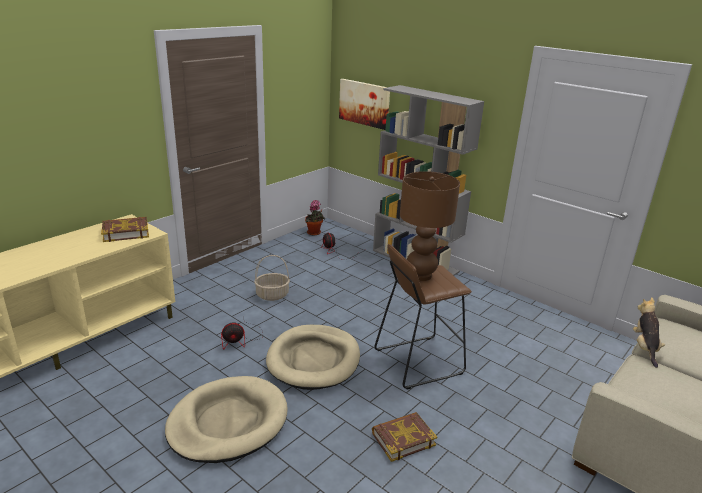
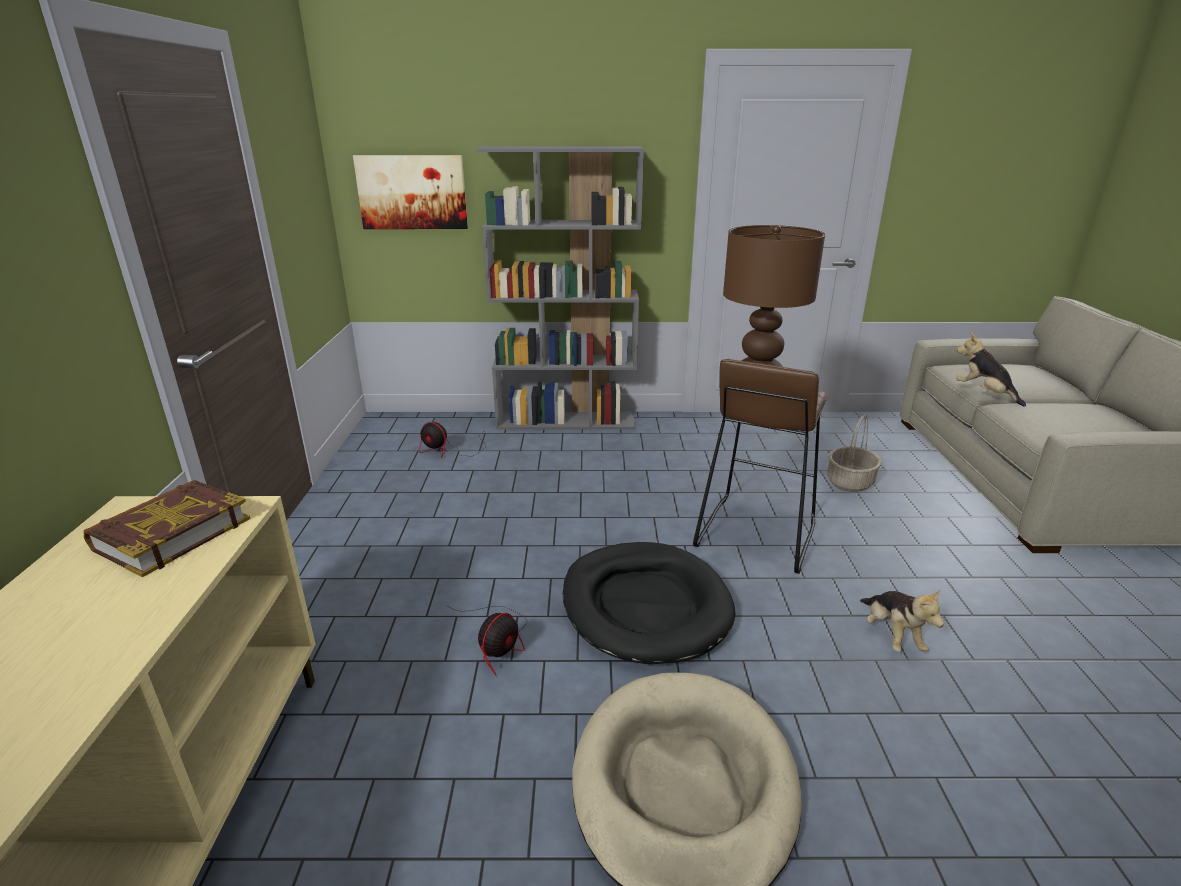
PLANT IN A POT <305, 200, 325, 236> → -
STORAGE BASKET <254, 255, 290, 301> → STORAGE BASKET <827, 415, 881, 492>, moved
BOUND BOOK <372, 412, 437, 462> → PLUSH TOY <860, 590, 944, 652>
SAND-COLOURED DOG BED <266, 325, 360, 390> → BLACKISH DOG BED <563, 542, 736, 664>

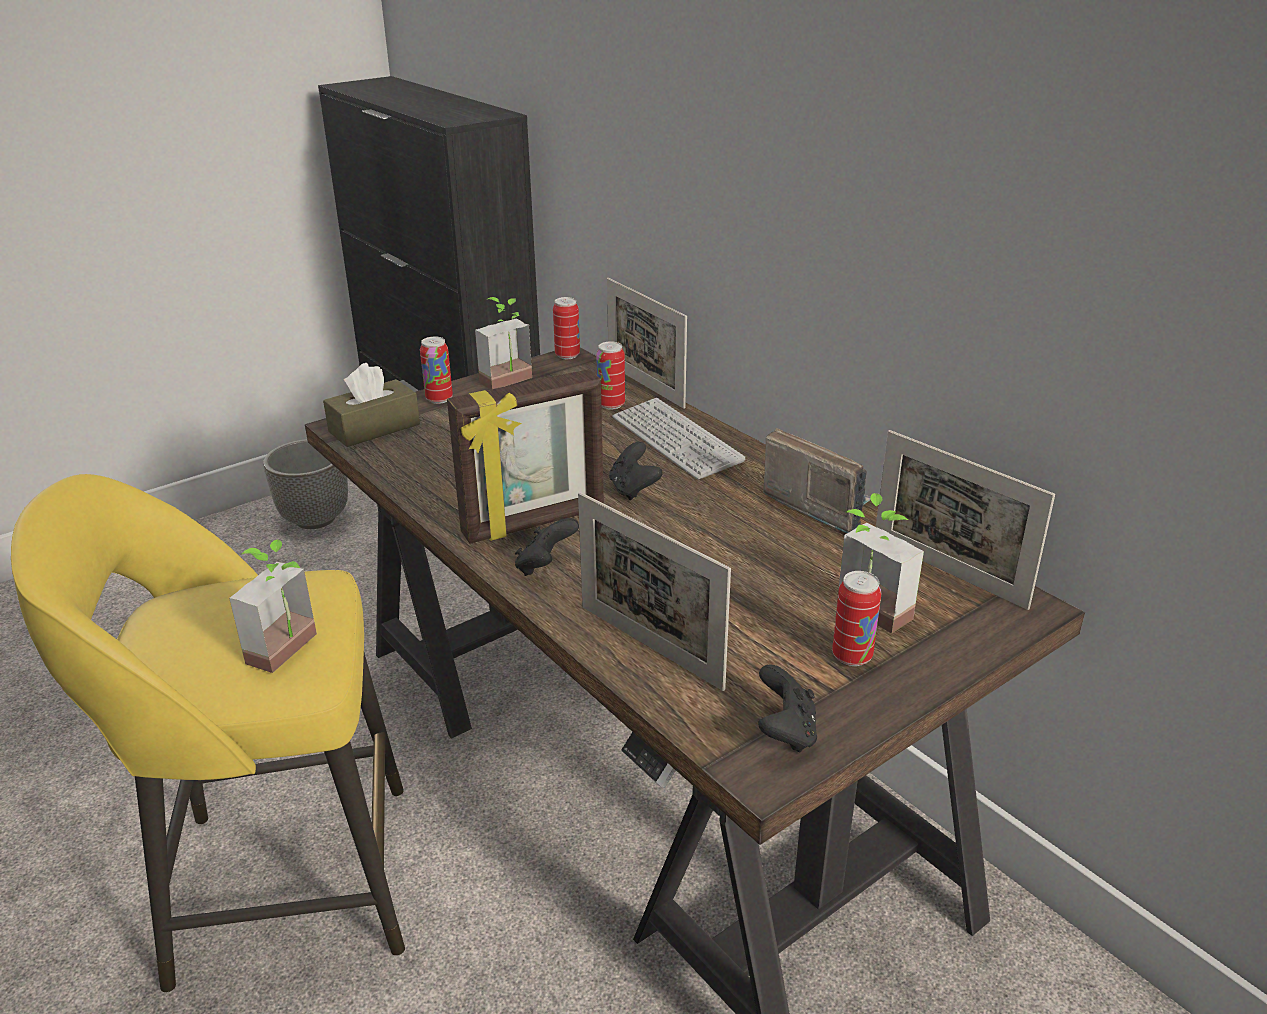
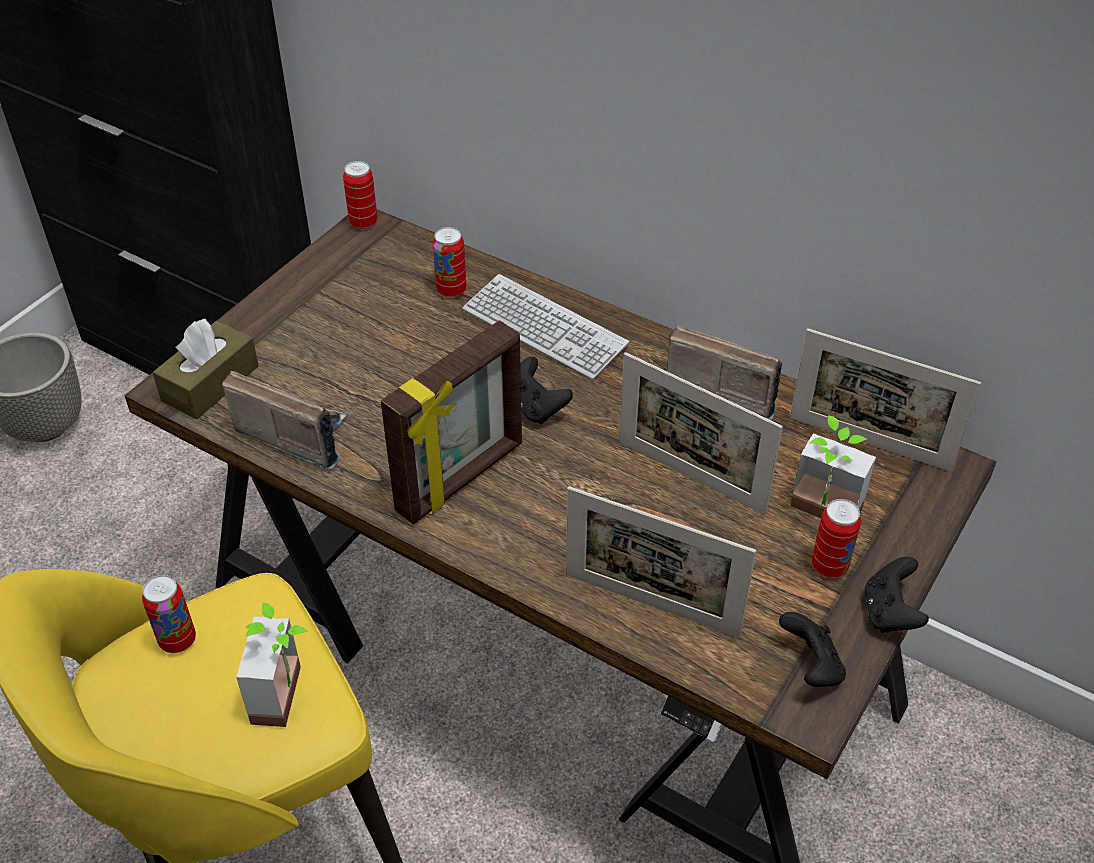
PLANT IN A POT <475, 297, 532, 389> → -
- → RADIO <222, 371, 347, 470>
METAL CAN <420, 337, 453, 404> → METAL CAN <142, 575, 196, 653>, moved
BLACKISH GAME CONTROLLER <515, 518, 579, 576> → BLACKISH GAME CONTROLLER <864, 557, 929, 633>, moved
STANDING FRAME <607, 278, 687, 409> → STANDING FRAME <619, 352, 783, 515>, moved

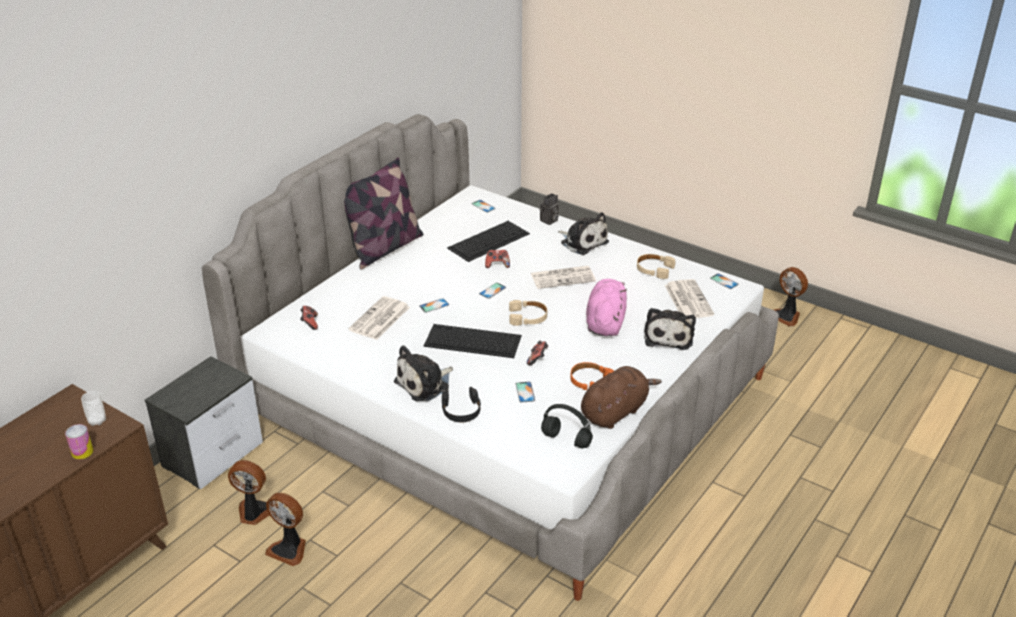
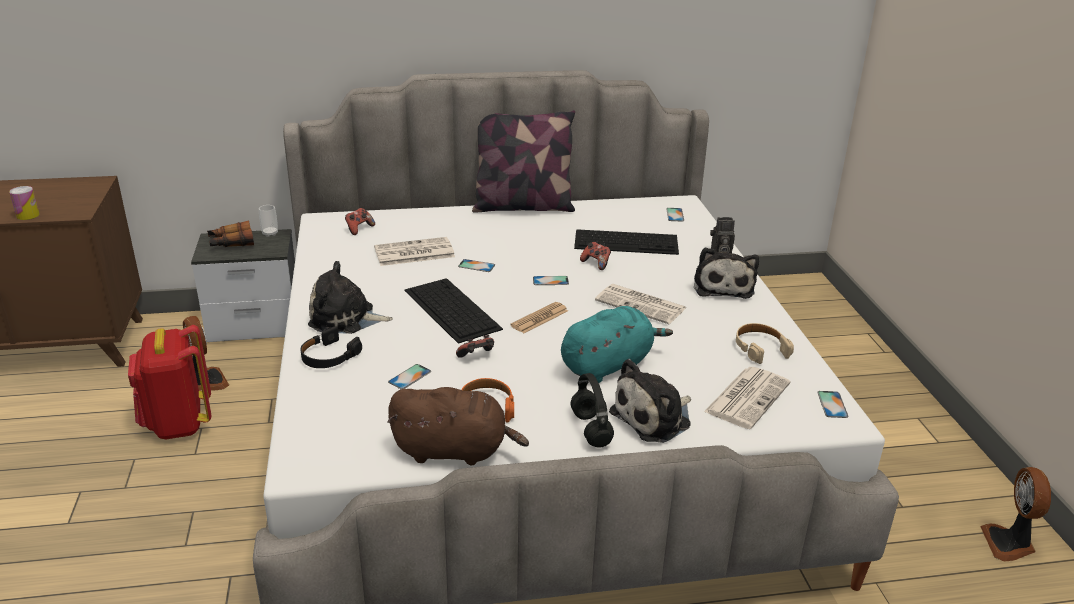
- → BINOCULARS <207, 221, 254, 247>
CUP <81, 391, 106, 426> → CUP <259, 205, 278, 237>, moved
BLACKISH HEADPHONES <541, 404, 593, 448> → BLACKISH HEADPHONES <571, 373, 614, 448>, moved
COOLING FAN <265, 493, 306, 566> → RED-COLOURED KNAPSACK <128, 325, 211, 439>
SAND-COLOURED HEADPHONES <509, 300, 547, 326> → DAILY PAPER <510, 302, 568, 333>
PINKISH PLUSH TOY <586, 279, 627, 336> → TURQUOISE PLUSH TOY <561, 306, 673, 383>

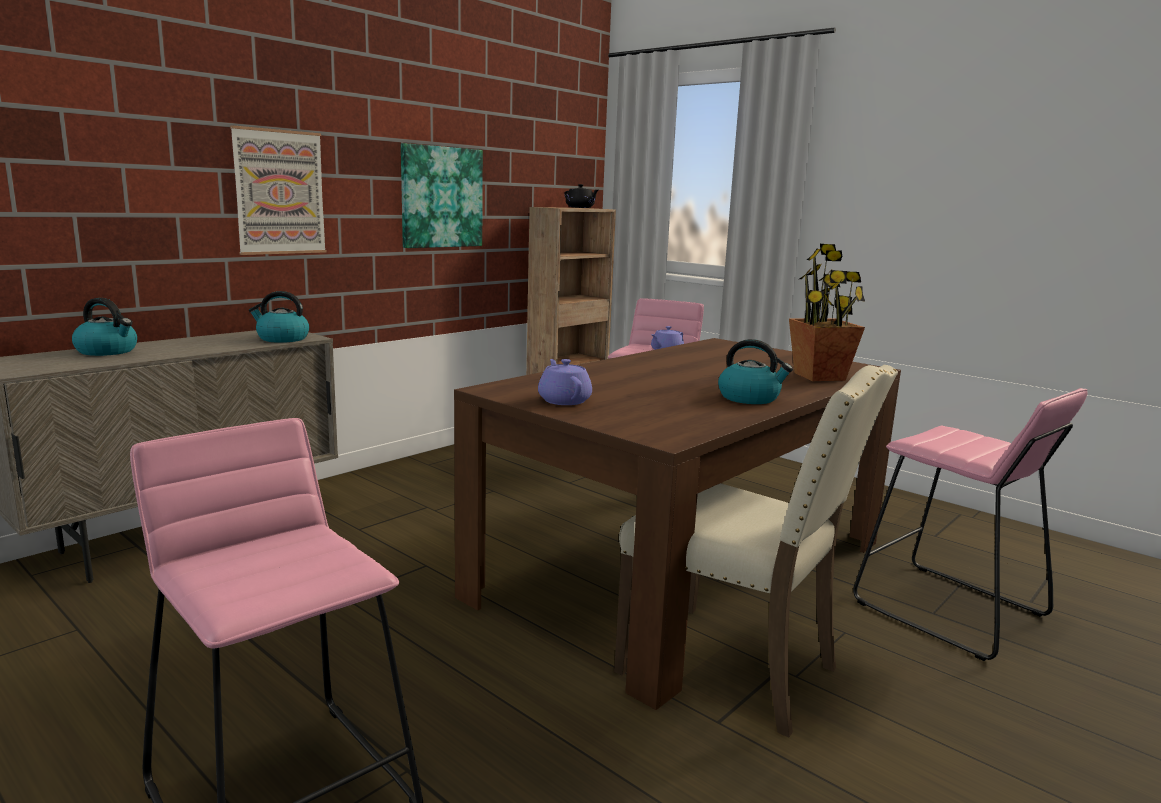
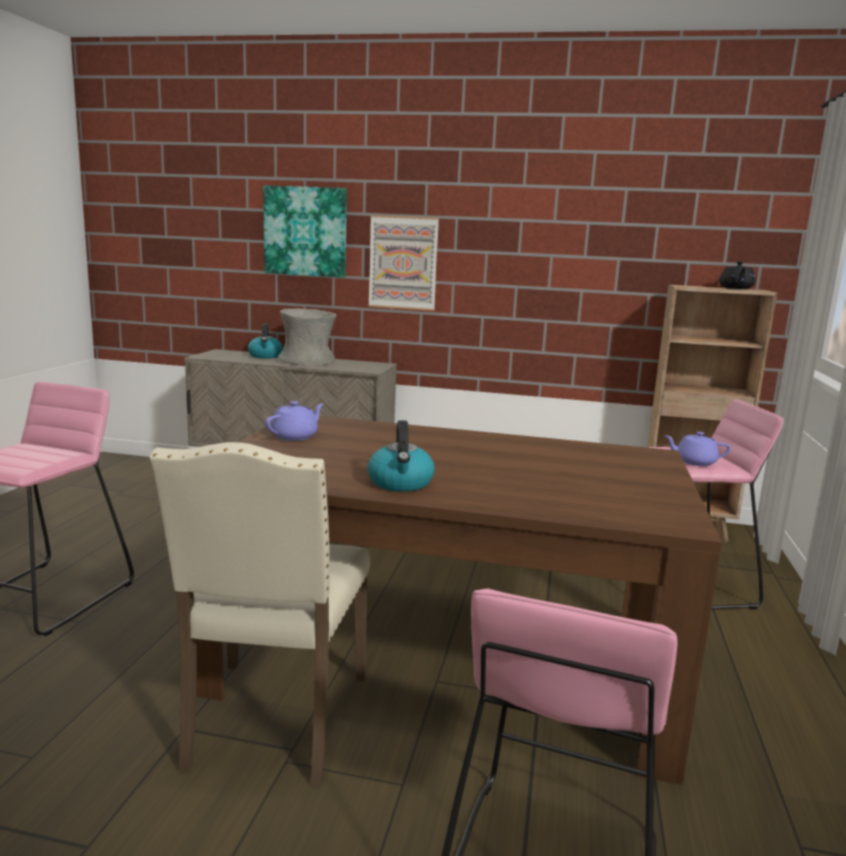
WATER KETTLE <249, 291, 309, 343> → -
PLANT IN A POT <789, 244, 865, 381> → -
- → GREYISH VASE <278, 308, 337, 366>
WALL PICTURE <401, 143, 483, 248> → WALL PICTURE <263, 185, 347, 278>, moved

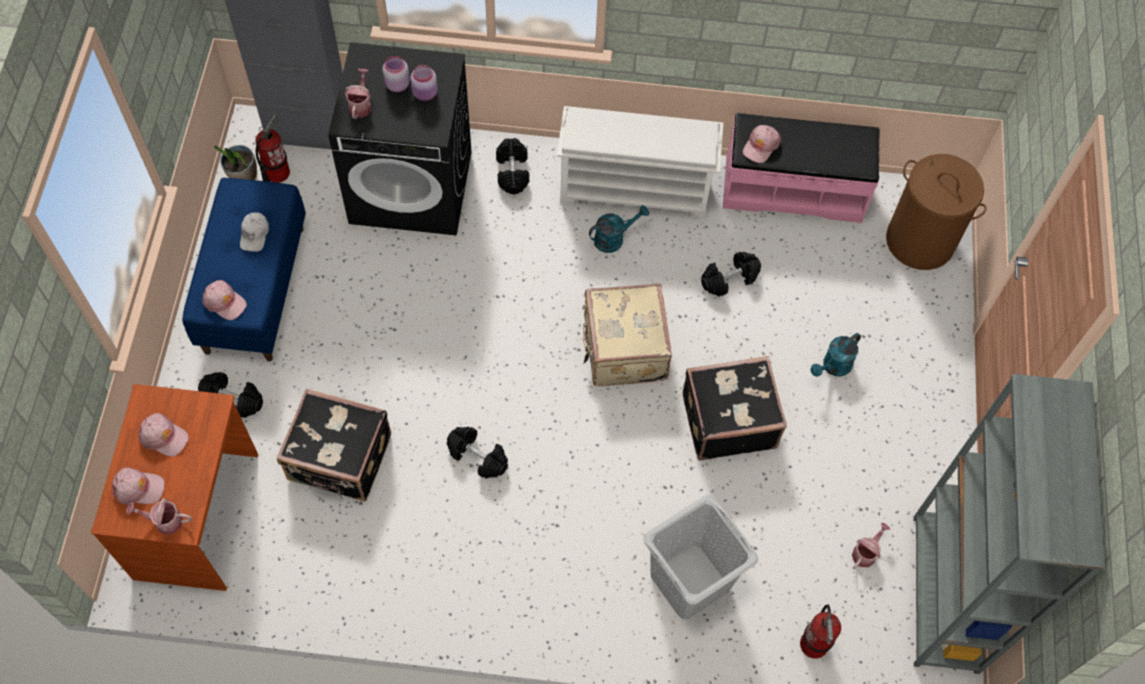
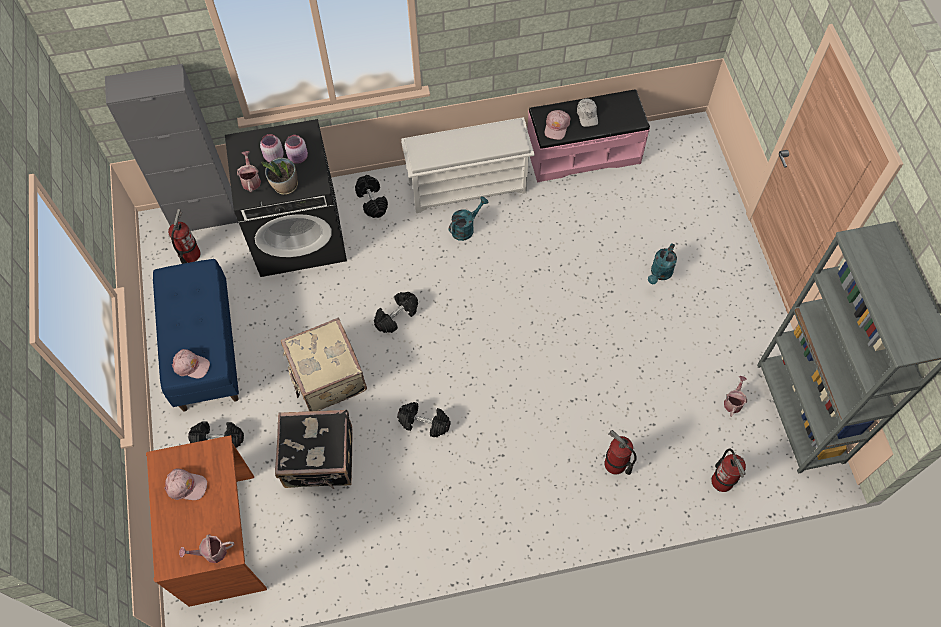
PINKISH BASEBALL CAP <112, 468, 165, 505> → -
BLACKISH SUITCASE <683, 356, 787, 461> → -
BROWNISH LAUNDRY BASKET <886, 154, 987, 270> → -
PLANT IN A POT <214, 145, 258, 180> → PLANT IN A POT <261, 158, 298, 195>, moved
WHITISH BASEBALL CAP <240, 212, 269, 252> → WHITISH BASEBALL CAP <577, 98, 598, 127>, moved
SAND-COLOURED SUITCASE <582, 283, 672, 386> → SAND-COLOURED SUITCASE <281, 318, 367, 411>, moved
BLACKISH HAND WEIGHT <701, 252, 761, 296> → BLACKISH HAND WEIGHT <374, 292, 418, 333>, moved
GREYISH LAUNDRY BASKET <643, 495, 758, 619> → FIRE-FIGHTING CYLINDER <604, 430, 637, 475>

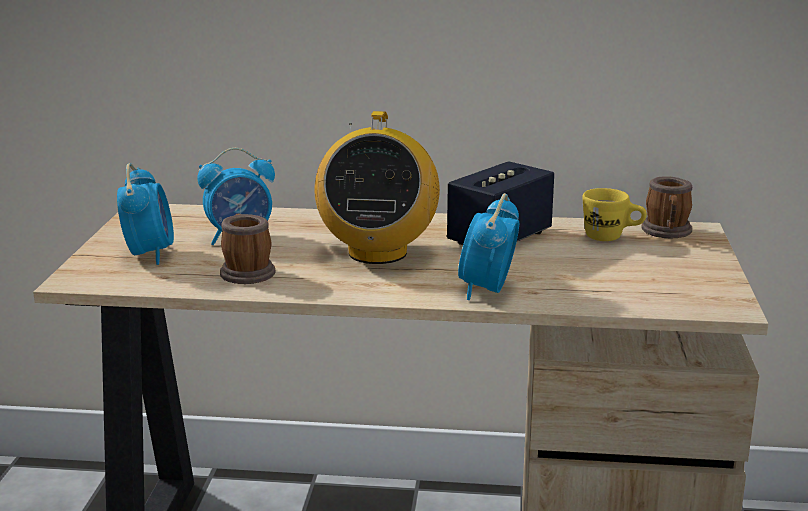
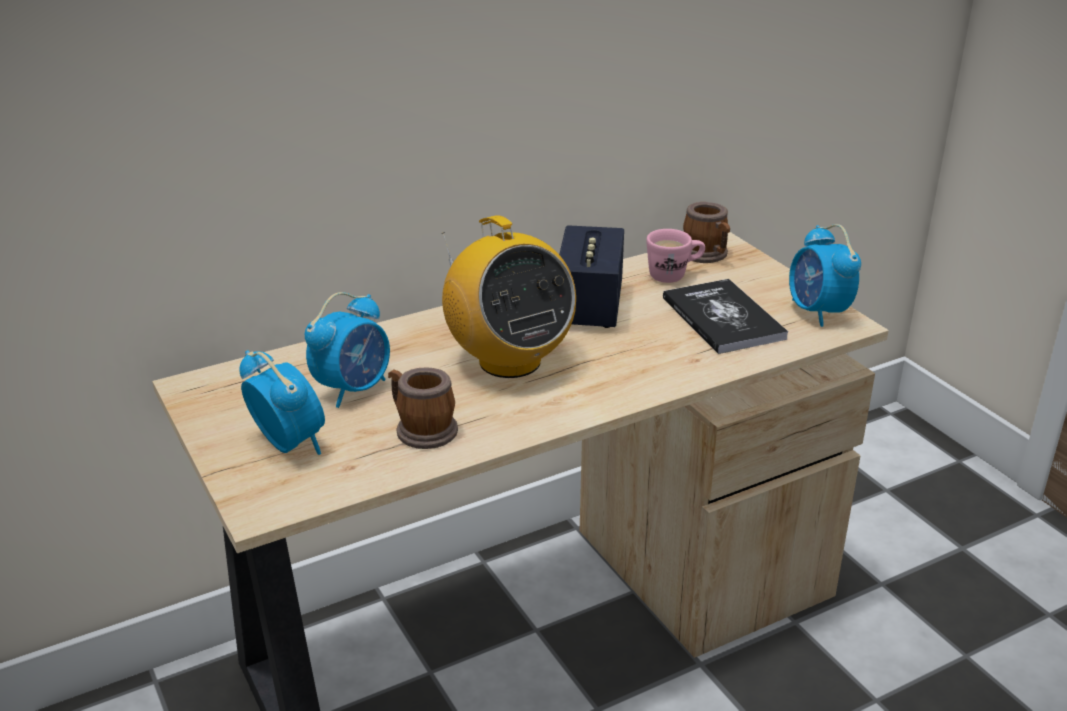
- → BOUND BOOK <663, 279, 788, 354>
ALARM CLOCK <458, 193, 519, 300> → ALARM CLOCK <789, 224, 861, 327>, moved
YELLOW TEA MUG <583, 188, 647, 241> → PINKISH TEA MUG <646, 229, 705, 283>

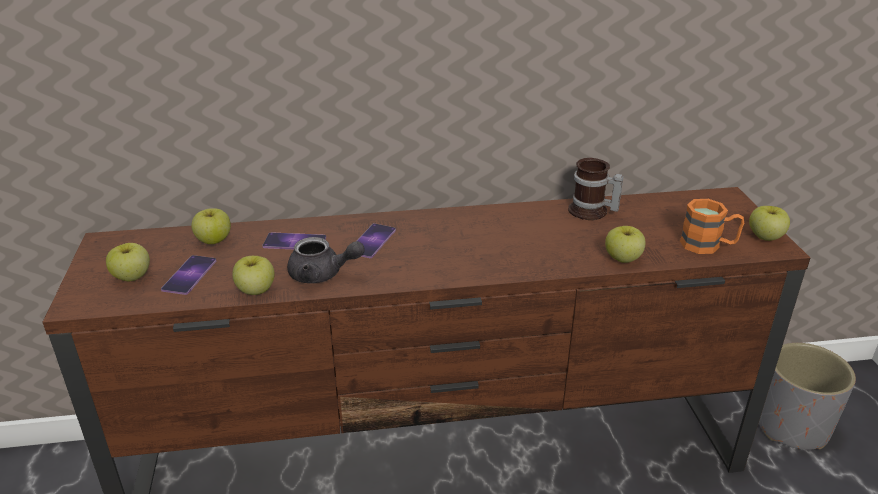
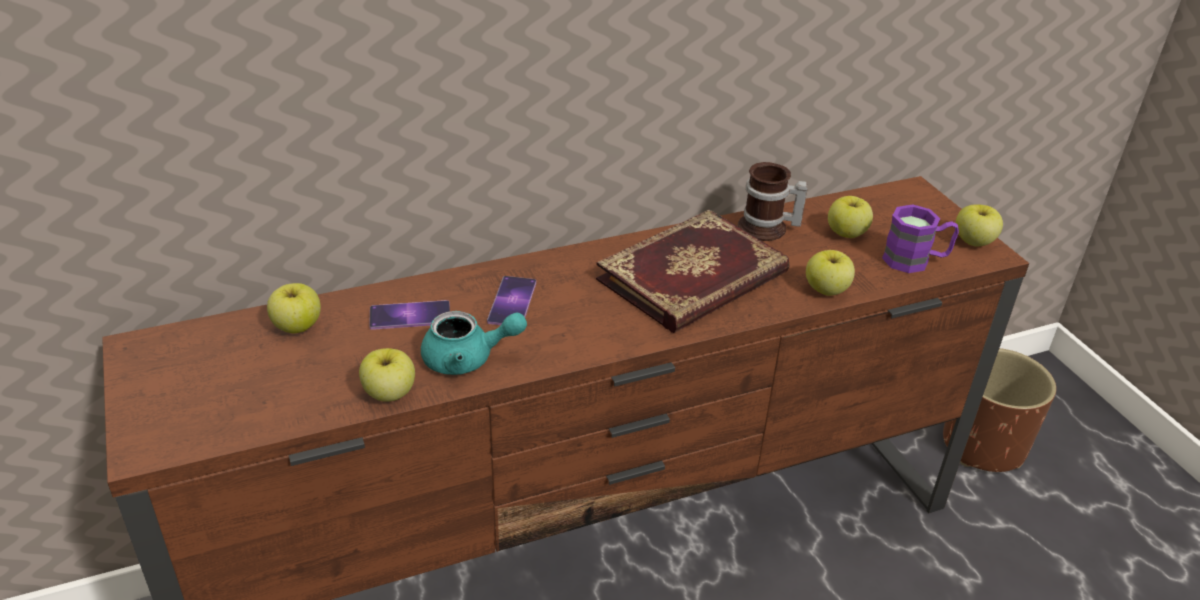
TELEPHONE <161, 255, 216, 295> → -
- → BOUND BOOK <596, 209, 790, 333>
APPLE FRUIT <106, 243, 150, 281> → APPLE FRUIT <828, 196, 873, 238>, moved
GREYISH TEA POT <287, 237, 365, 283> → TURQUOISE TEA POT <421, 311, 527, 375>
ORANGE-COLOURED TEA MUG <680, 199, 744, 254> → PURPLISH TEA MUG <882, 204, 959, 273>
GREYISH PLANT POT <759, 343, 856, 450> → BROWNISH PLANT POT <943, 348, 1056, 472>

